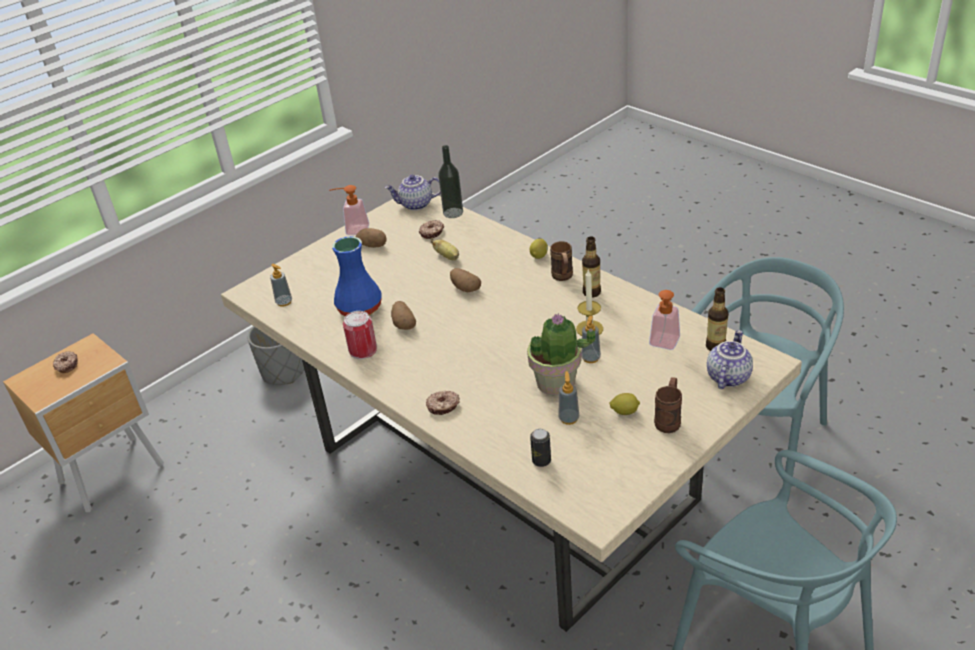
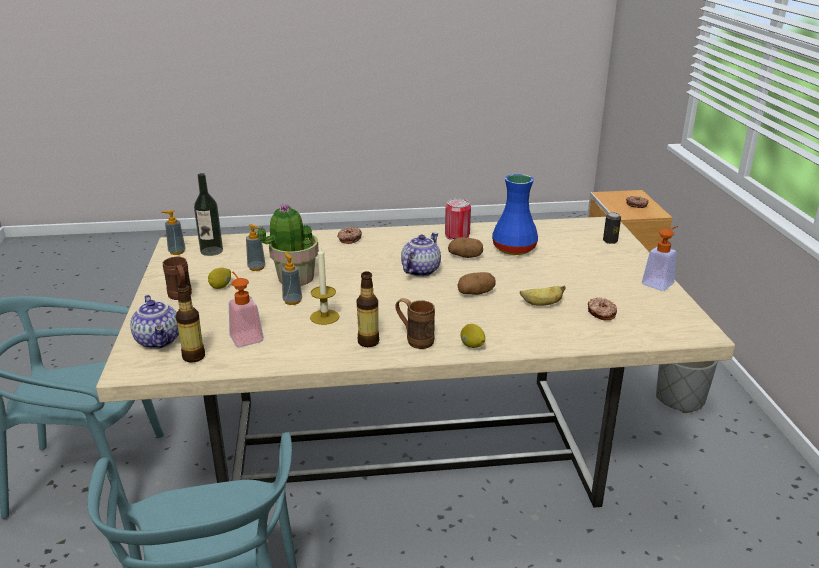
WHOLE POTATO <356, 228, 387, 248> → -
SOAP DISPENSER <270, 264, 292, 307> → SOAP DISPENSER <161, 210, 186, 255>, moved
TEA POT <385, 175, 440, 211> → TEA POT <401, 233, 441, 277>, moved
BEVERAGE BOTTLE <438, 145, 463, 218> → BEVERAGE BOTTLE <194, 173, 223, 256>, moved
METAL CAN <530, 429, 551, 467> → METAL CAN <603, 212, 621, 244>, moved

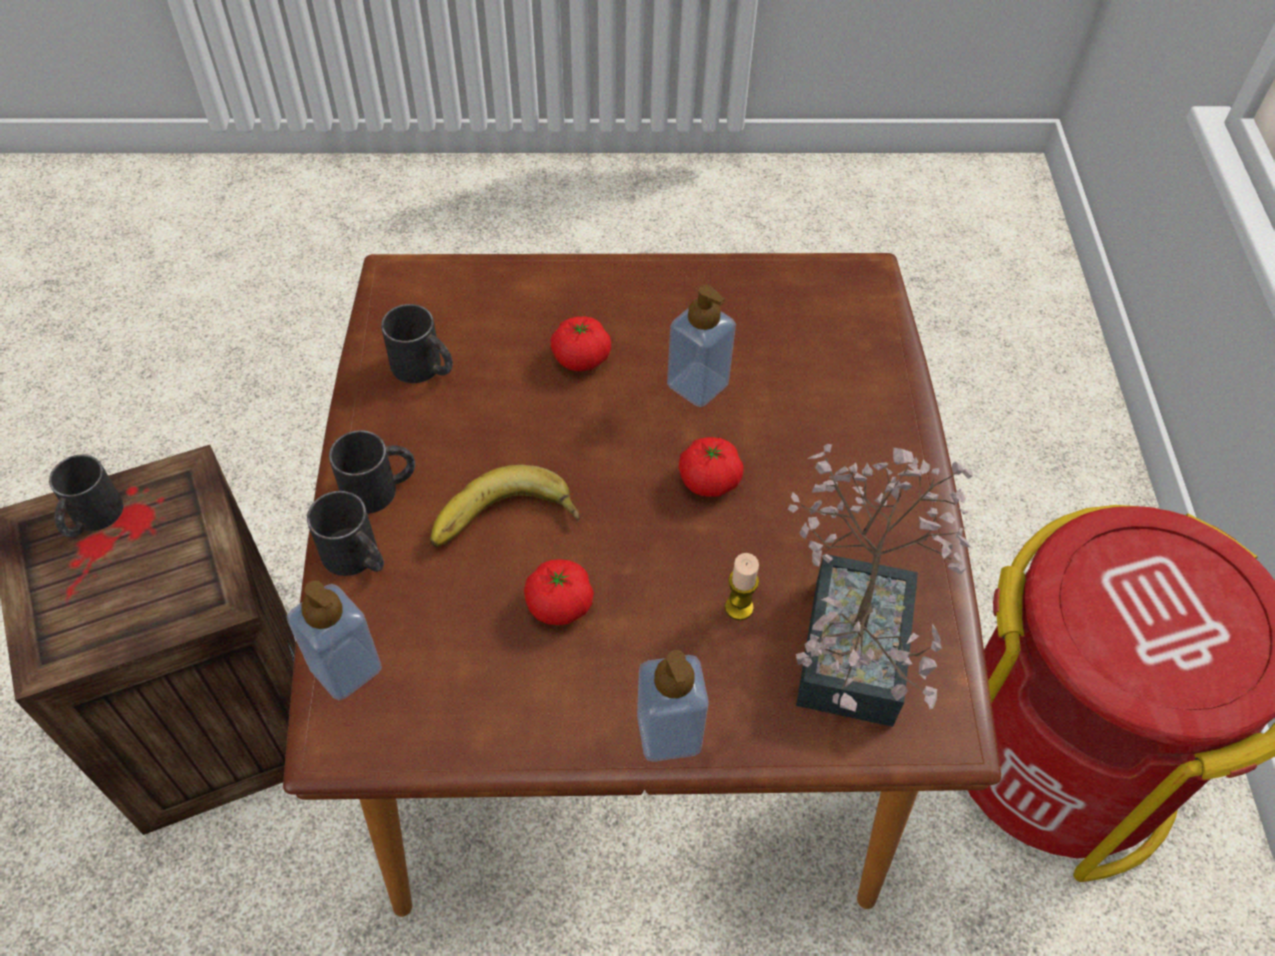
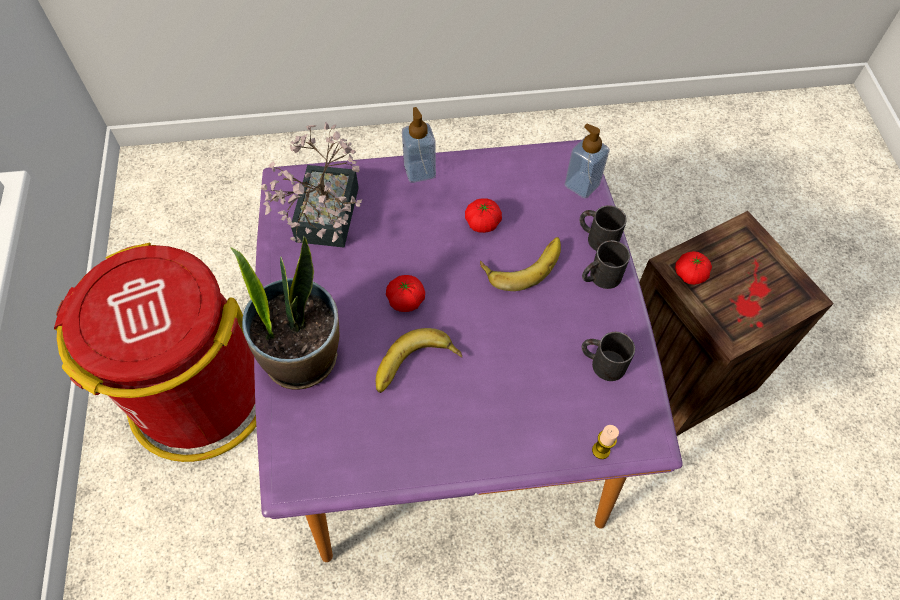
BLACKISH TEA MUG <49, 454, 123, 538> → -
- → PLANT IN A POT <230, 236, 339, 390>
FRESH TOMATO <551, 316, 611, 371> → FRESH TOMATO <675, 251, 712, 285>, moved
WAX CANDLE <725, 553, 759, 620> → WAX CANDLE <592, 425, 619, 459>, moved
SOAP DISPENSER <667, 285, 736, 407> → BANANA FRUIT <376, 328, 462, 393>
BROWNISH DINING TABLE <283, 253, 1001, 917> → PURPLISH DINING TABLE <254, 140, 683, 562>

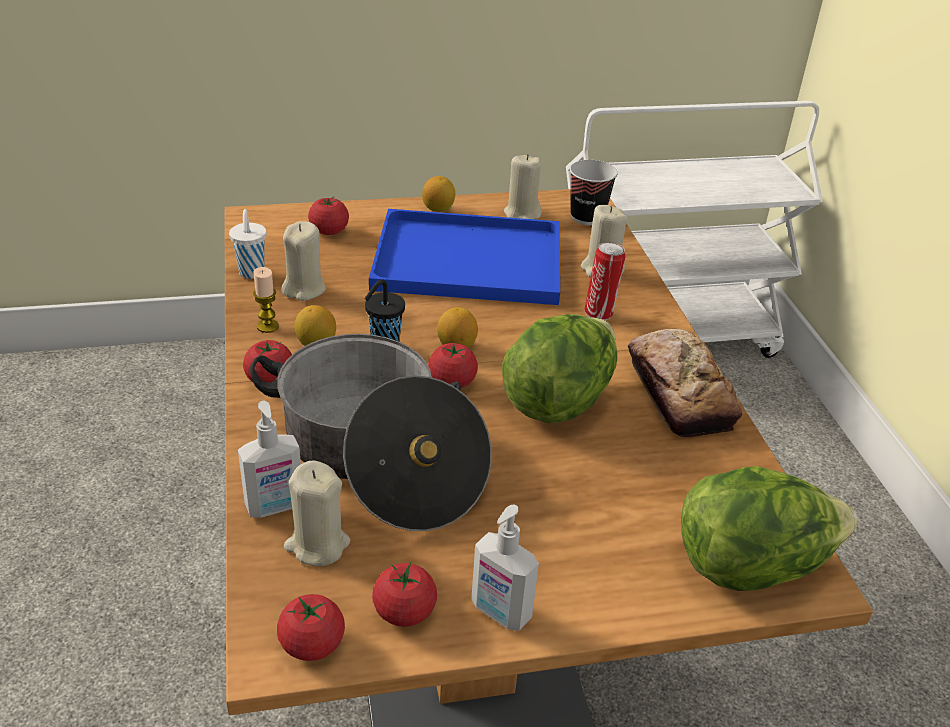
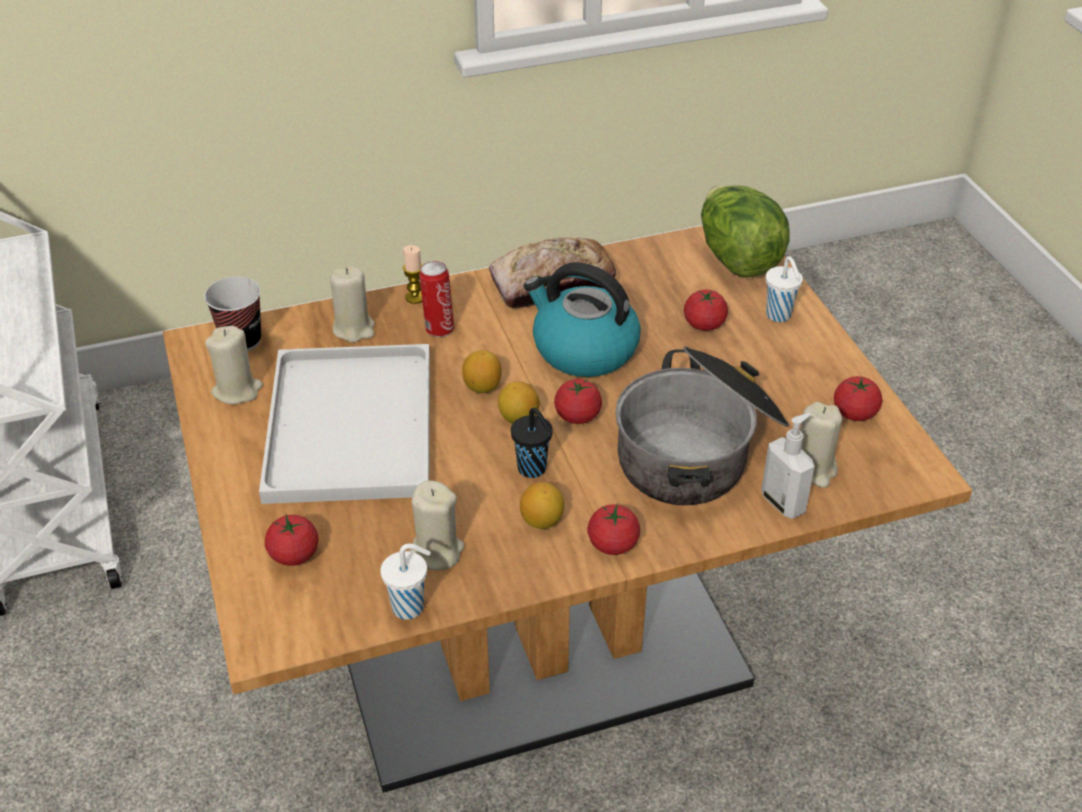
SOAP DISPENSER <471, 505, 539, 631> → -
- → WHITISH CUP <766, 256, 803, 322>
WAX CANDLE <253, 267, 279, 333> → WAX CANDLE <403, 245, 423, 304>, moved
FRESH TOMATO <277, 594, 345, 661> → FRESH TOMATO <684, 290, 728, 331>, moved
LEMON <422, 176, 455, 212> → LEMON <462, 350, 502, 393>, moved
HEAD OF LETTUCE <502, 314, 617, 423> → WATER KETTLE <524, 262, 641, 377>
BLUE CARRYING TRAY <369, 209, 560, 305> → WHITISH CARRYING TRAY <259, 344, 430, 504>

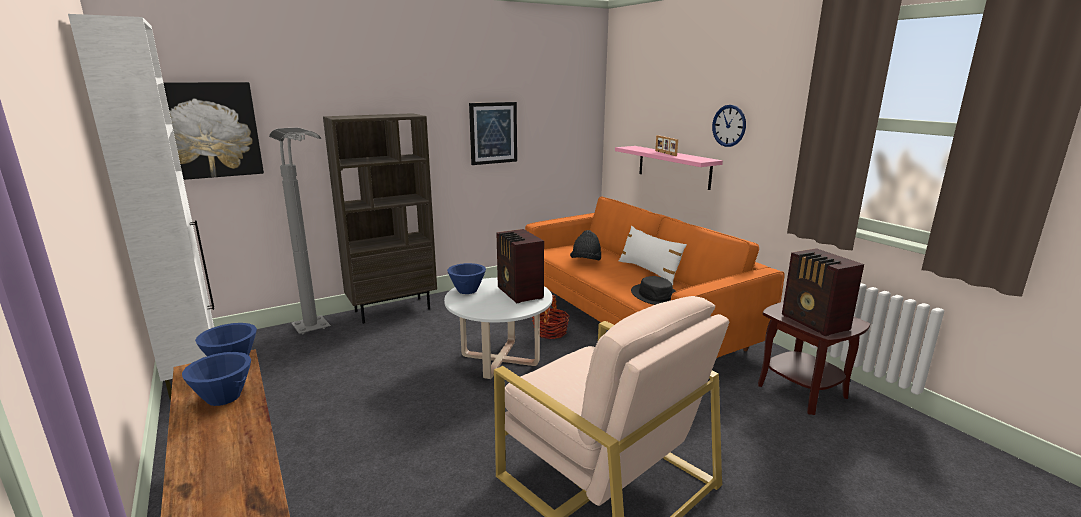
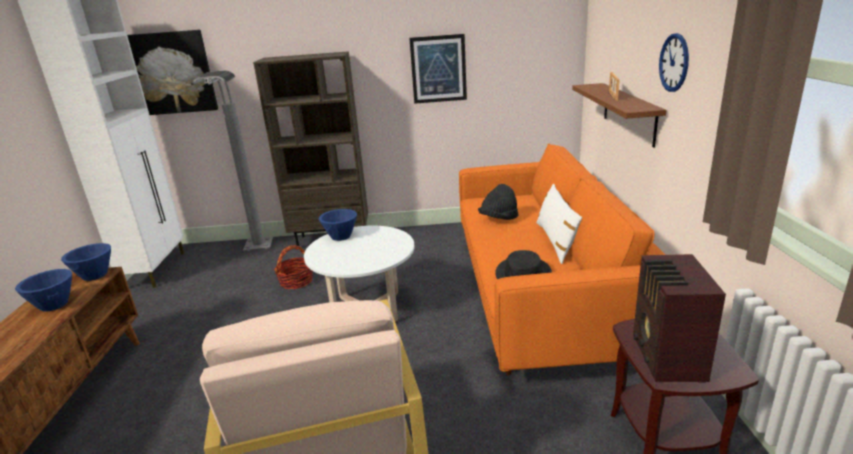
RADIO <496, 229, 544, 303> → -
STORAGE BASKET <532, 295, 570, 339> → STORAGE BASKET <274, 245, 313, 289>, moved
PINKISH WALL SHELF <615, 146, 723, 190> → BROWNISH WALL SHELF <572, 83, 667, 148>

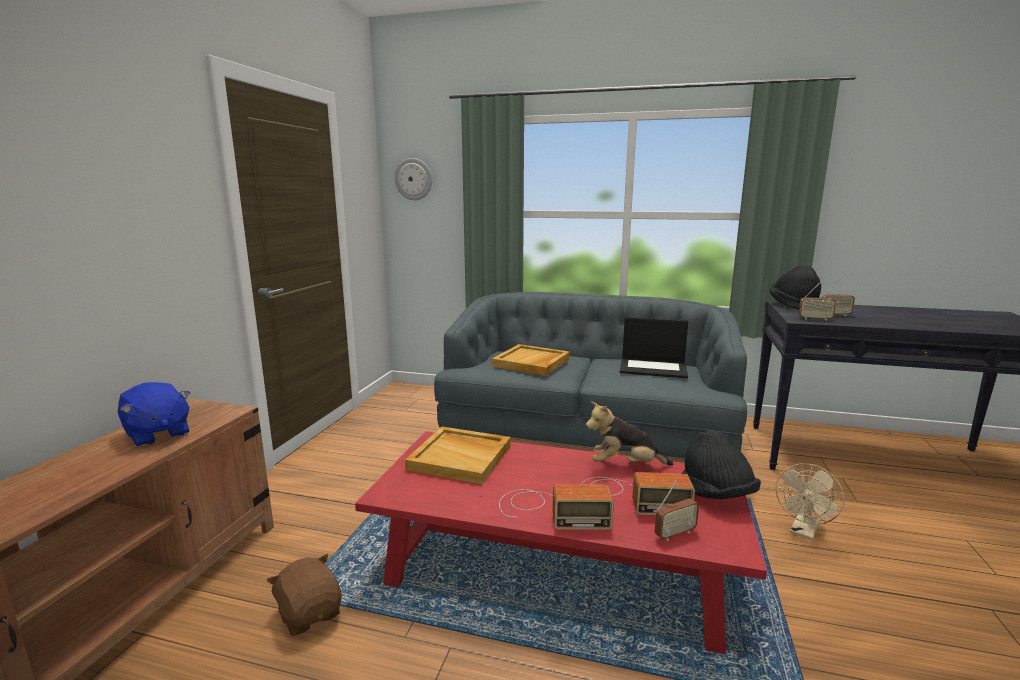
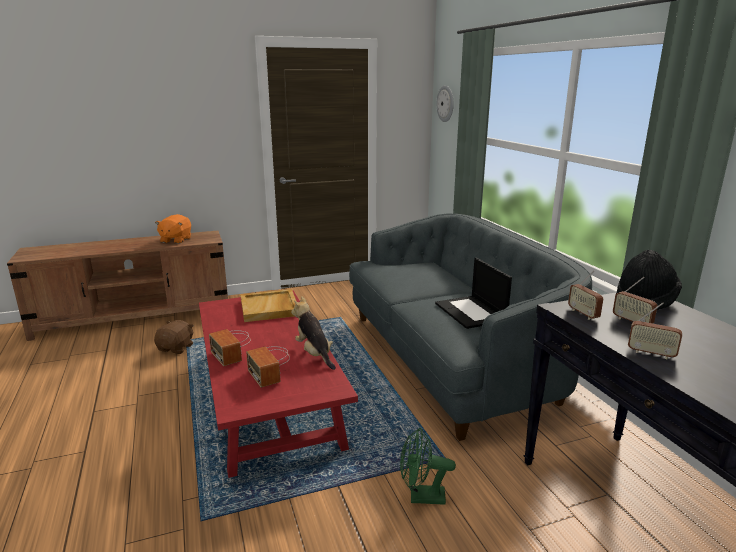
SAND-COLOURED CARRYING TRAY <492, 344, 570, 376> → -
BLACKISH WEARABLE HAT <682, 431, 761, 499> → -
RADIO <655, 480, 699, 541> → RADIO <628, 303, 682, 360>, moved
BLUE PLUSH TOY <118, 382, 190, 447> → ORANGE-COLOURED PLUSH TOY <155, 214, 191, 244>
SAND-COLOURED COOLING FAN <776, 463, 844, 540> → GREEN-COLOURED COOLING FAN <400, 428, 456, 505>

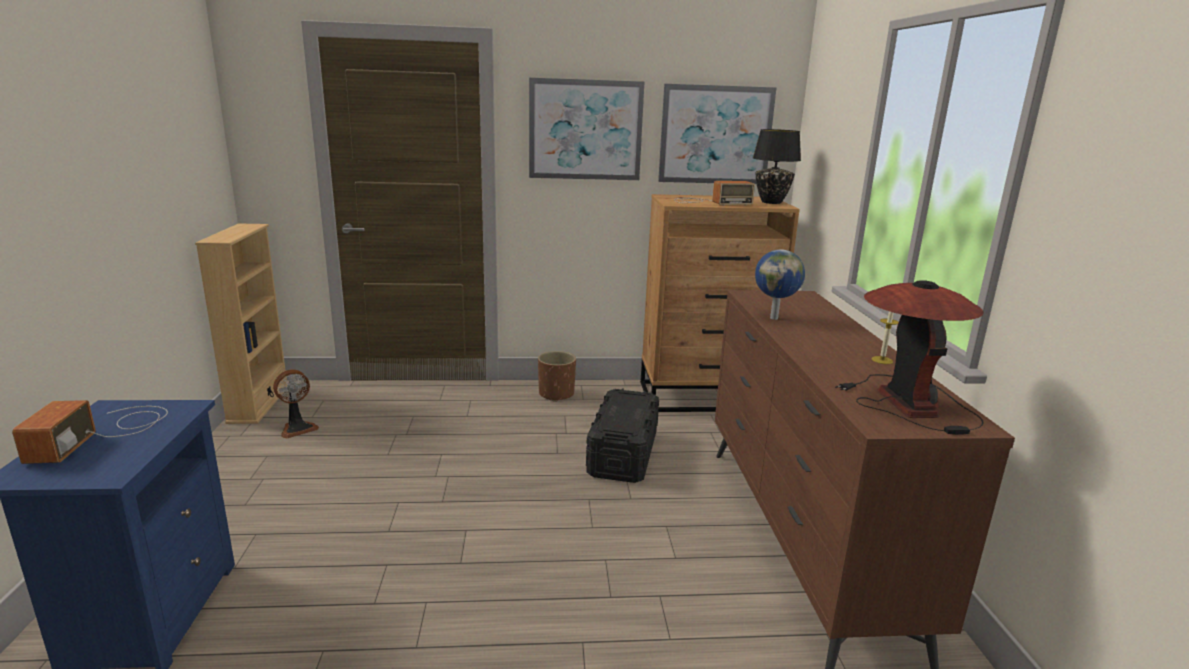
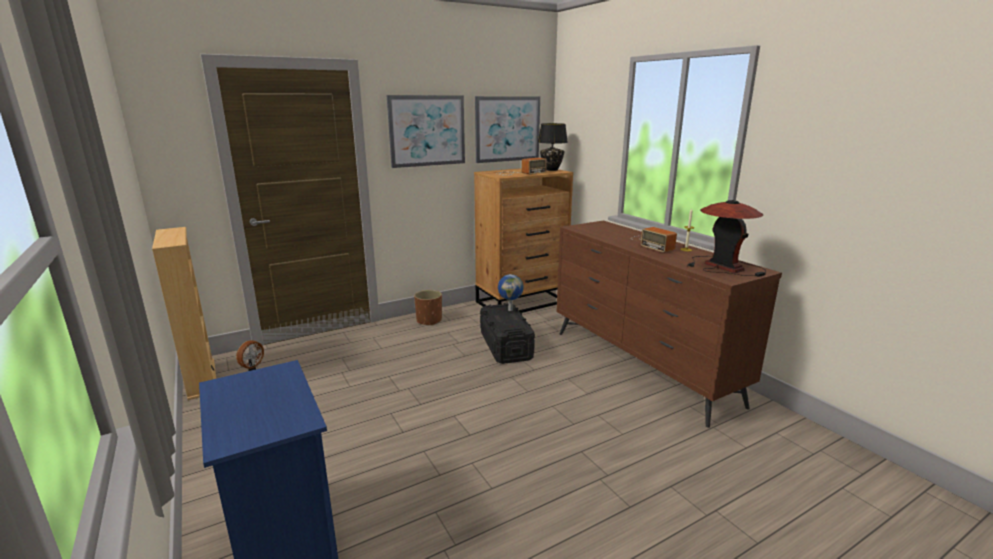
RADIO <12, 400, 168, 464> → RADIO <631, 227, 677, 252>, moved
WORLD GLOBE <755, 250, 805, 320> → WORLD GLOBE <498, 274, 523, 311>, moved

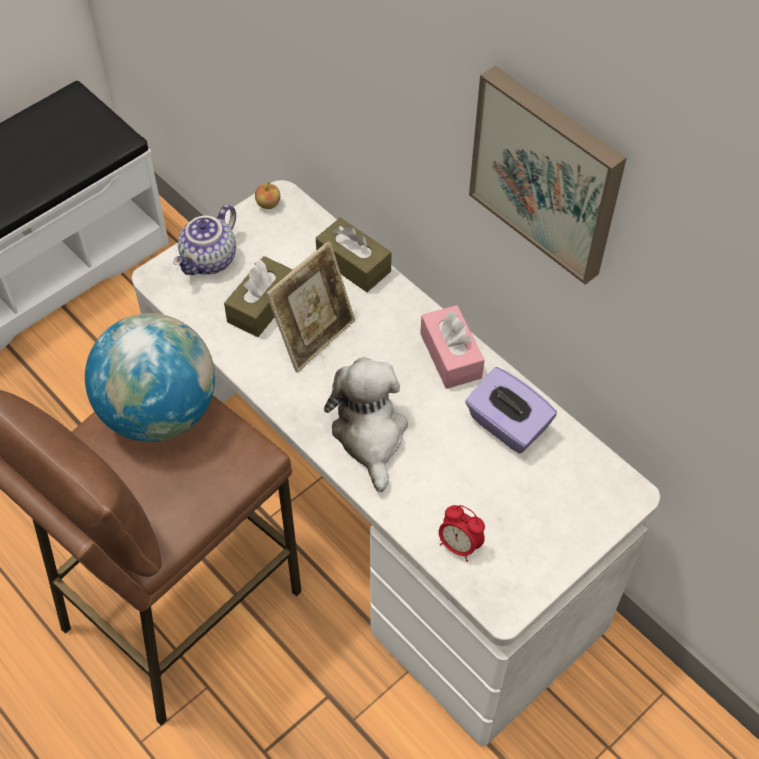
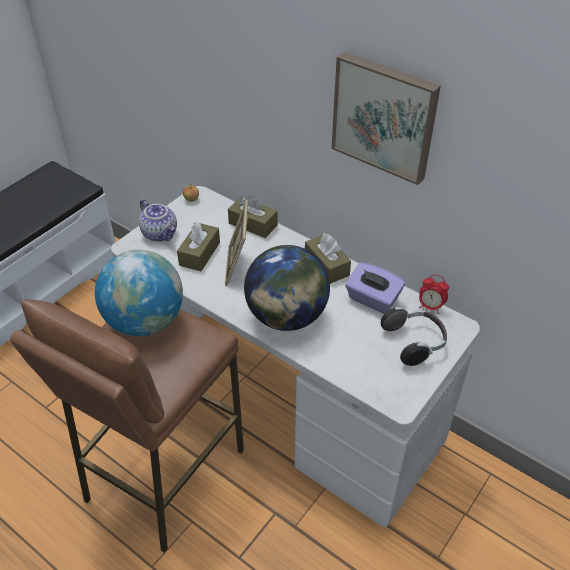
- → HEADPHONES <381, 307, 447, 366>
ALARM CLOCK <439, 505, 485, 562> → ALARM CLOCK <419, 275, 449, 314>, moved
PLUSH TOY <324, 357, 408, 492> → WORLD GLOBE <244, 245, 330, 331>
PINKISH TISSUE BOX <420, 305, 485, 389> → BROWNISH TISSUE BOX <305, 233, 351, 284>
TEA POT <173, 204, 236, 275> → TEA POT <139, 199, 177, 242>, 60 degrees counterclockwise
STANDING FRAME <266, 241, 355, 372> → STANDING FRAME <225, 200, 248, 286>, 150 degrees clockwise

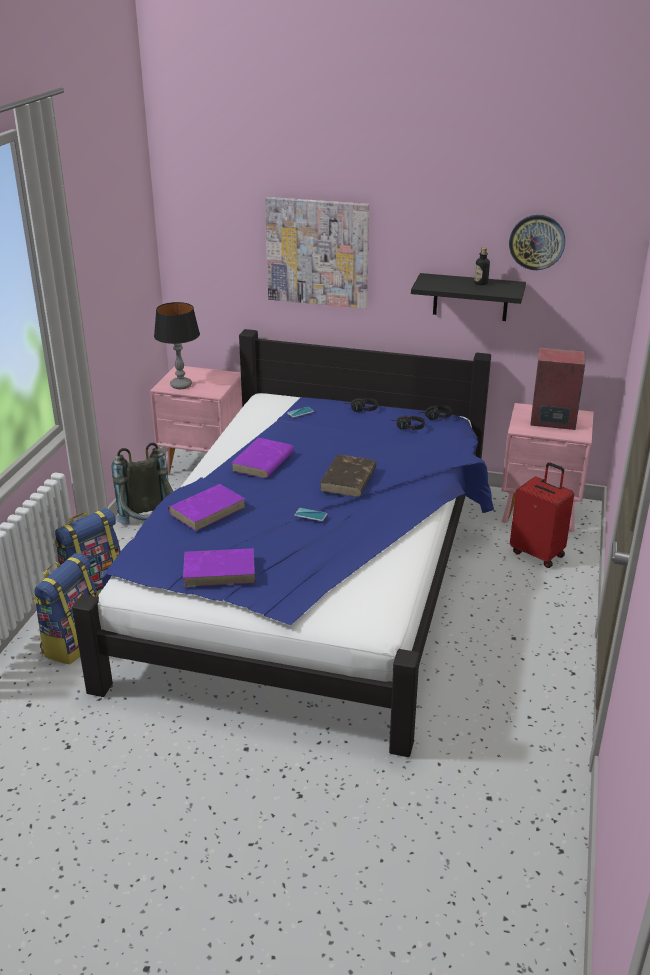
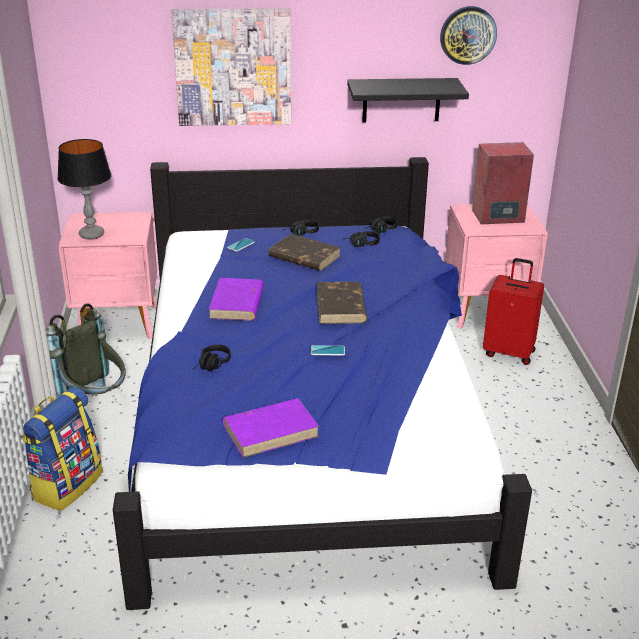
KNAPSACK <33, 553, 98, 665> → -
BEVERAGE BOTTLE <474, 247, 490, 285> → -
- → BROWNISH BOUND BOOK <268, 234, 341, 271>
PURPLISH BOUND BOOK <168, 484, 245, 531> → BLACKISH HEADPHONES <193, 344, 231, 371>

